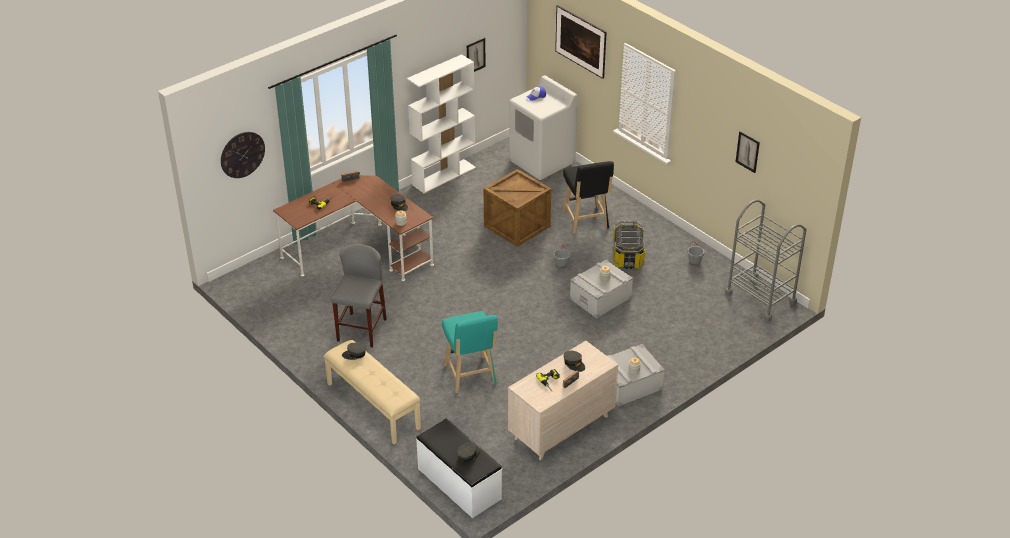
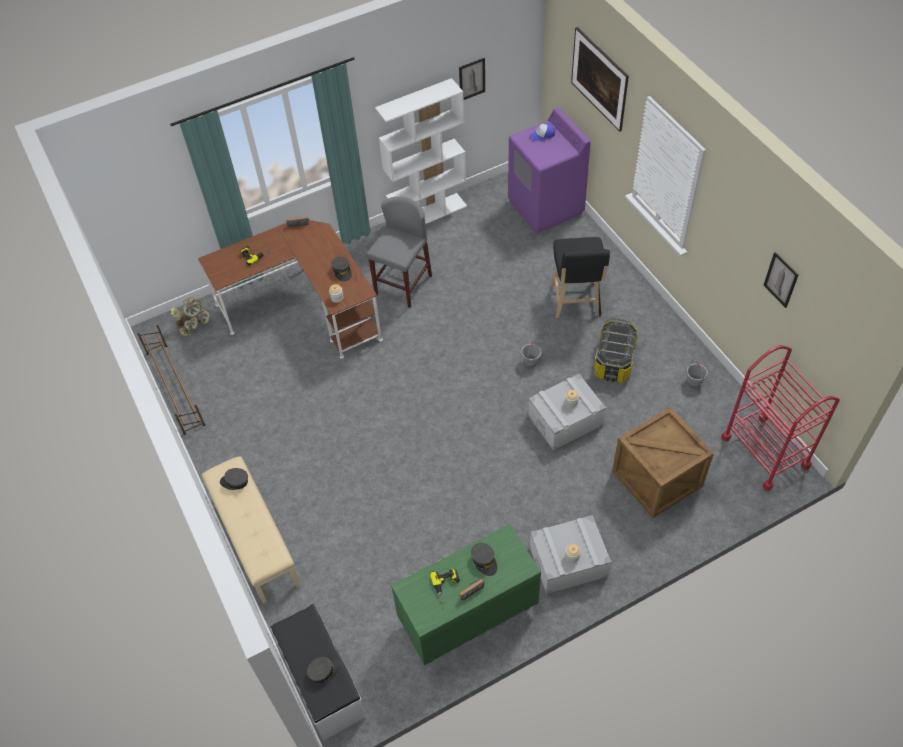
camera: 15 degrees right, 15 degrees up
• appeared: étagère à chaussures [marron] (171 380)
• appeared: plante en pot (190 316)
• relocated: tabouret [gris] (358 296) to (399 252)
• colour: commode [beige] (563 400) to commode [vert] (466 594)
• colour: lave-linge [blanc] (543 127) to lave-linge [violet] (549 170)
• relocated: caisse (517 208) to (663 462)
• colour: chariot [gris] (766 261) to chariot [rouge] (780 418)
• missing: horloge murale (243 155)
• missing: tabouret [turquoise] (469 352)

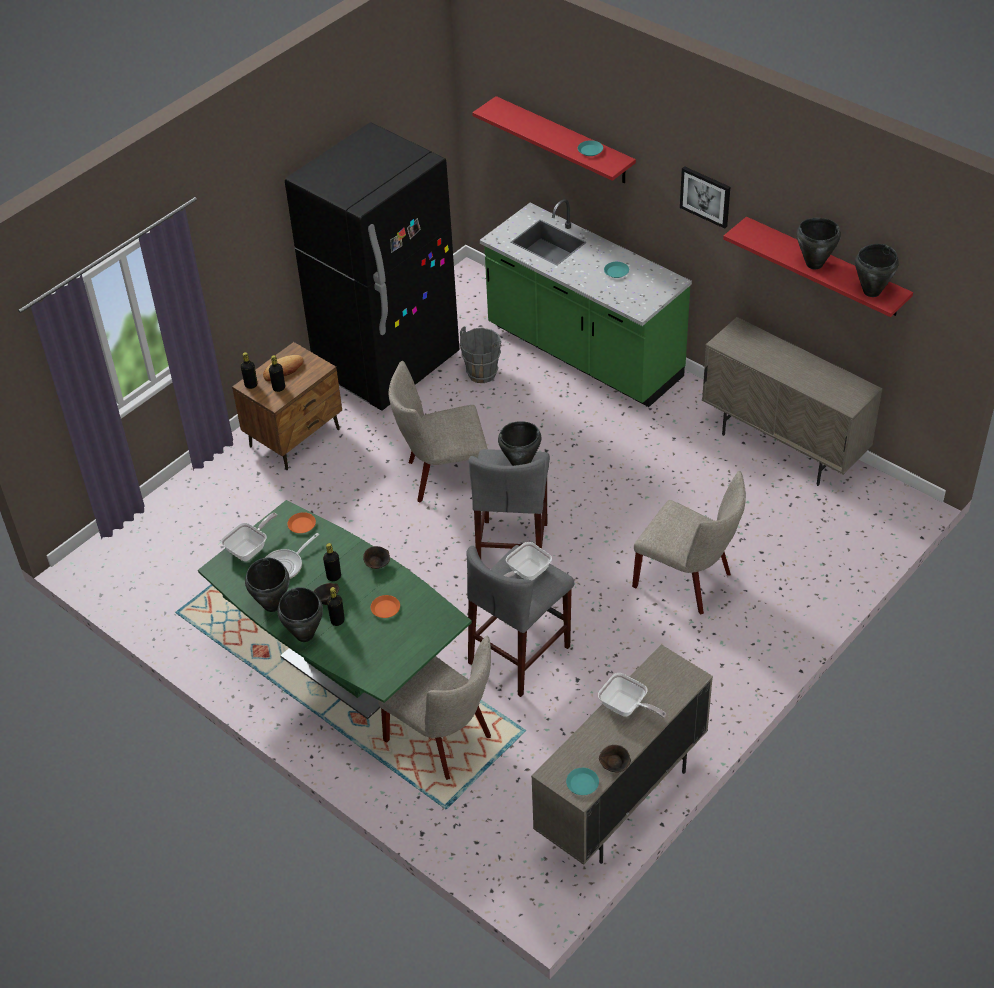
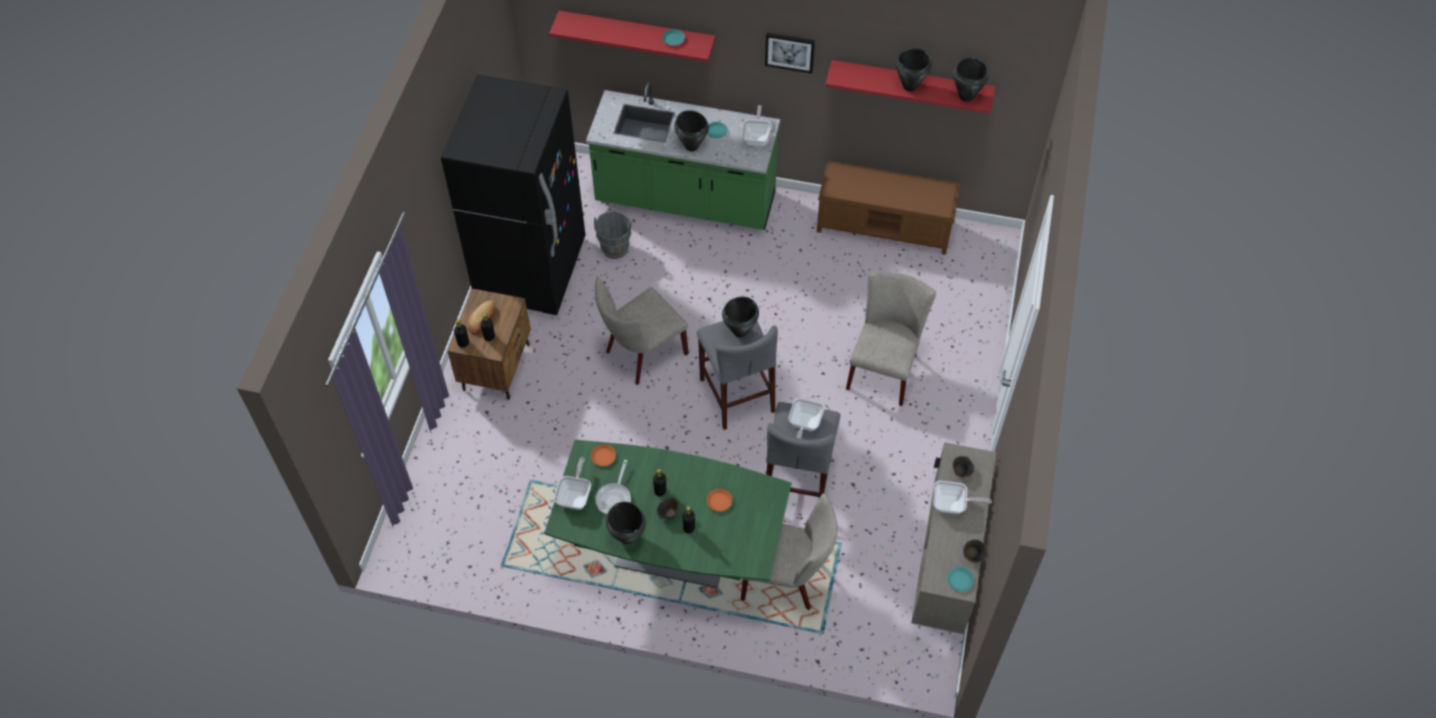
camera: 30 degrees left, 10 degrees up
• relocated: marmite [noir] (300 614) to (691 130)
• appeared: poêle (757 125)
• exchanged: meuble de rangement [beige] (792 401) to banc [marron] (888 208)
• spun: chaise [beige] (689 543) = (891 339) 75 degrees counterclockwise
• relocated: bol [marron] (376 557) to (963 467)

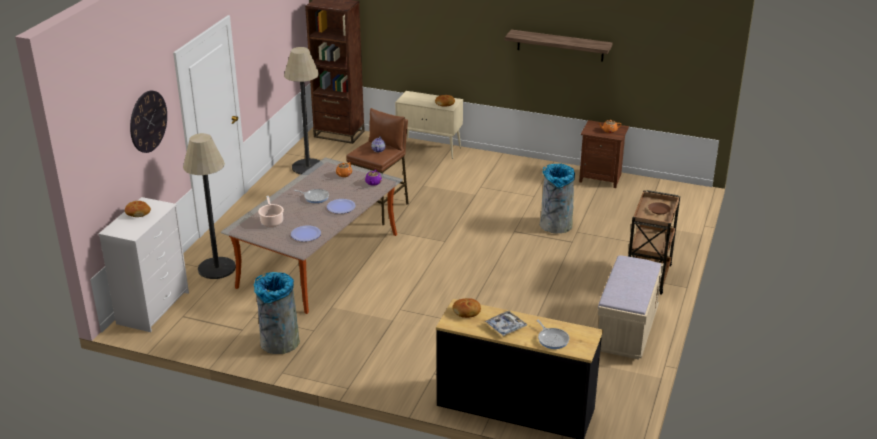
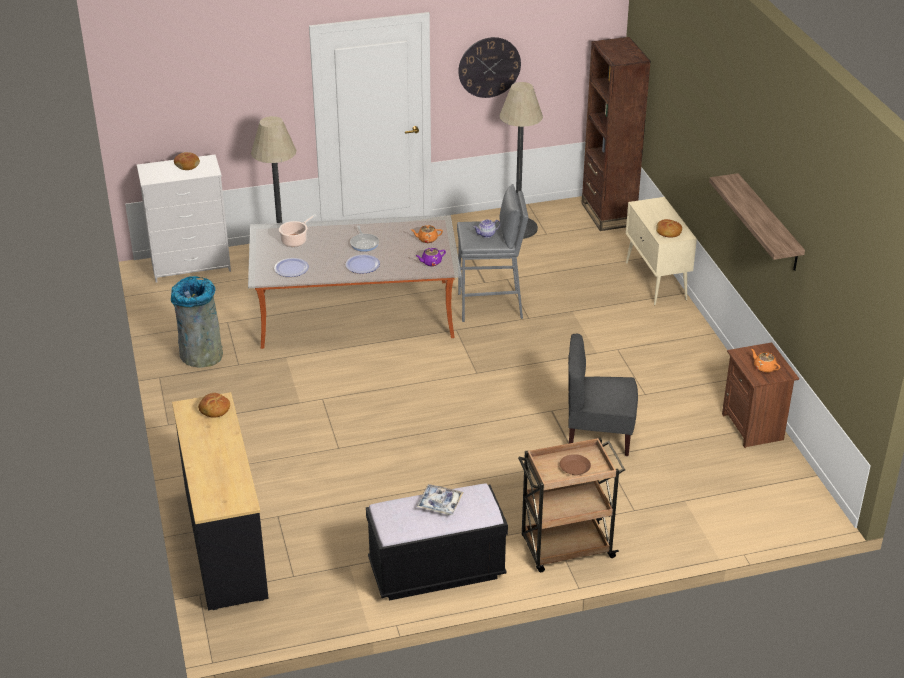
camera: 55 degrees right, 5 degrees up
• colour: banc [beige] (631 307) to banc [noir] (437 542)
• relocated: plateau (506 323) to (440 499)
• colour: tabouret [marron] (377 167) to tabouret [gris] (492 253)
• relocated: horloge murale (148 122) to (489 67)
• exchanged: poubelle [gris] (557 198) to chaise [gris] (603 395)
• missing: poêle (552 334)

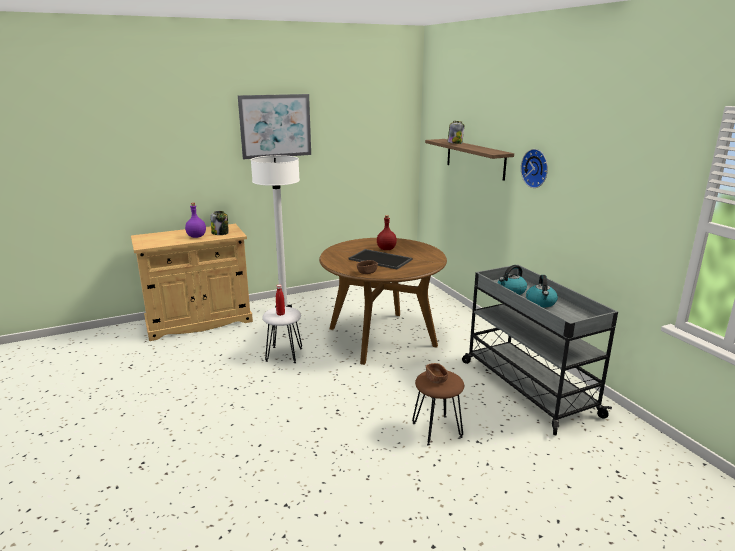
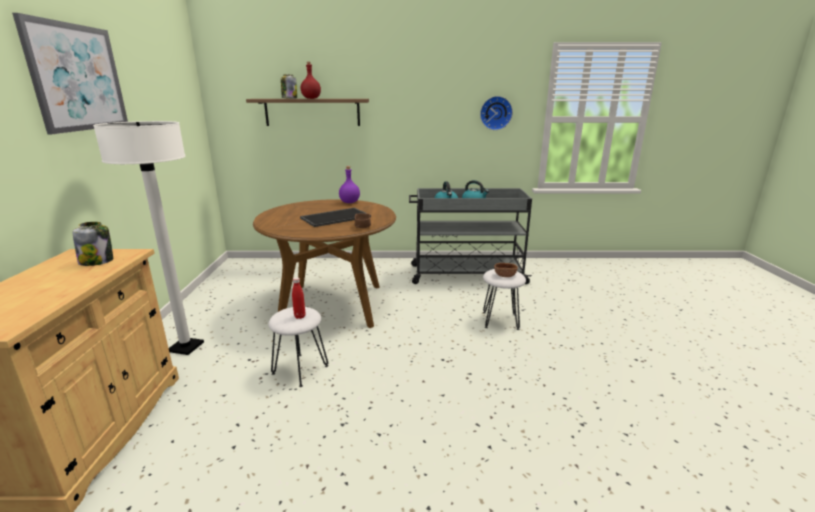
camera: 65 degrees left, 0 degrees up
• relocated: bouteille [rouge] (387 232) to (311 80)
• relocated: bouteille [violet] (195 220) to (349 184)
• relocated: horloge murale (534 168) to (496 113)
• colour: tabouret [marron] (438 408) to tabouret [blanc] (504 299)

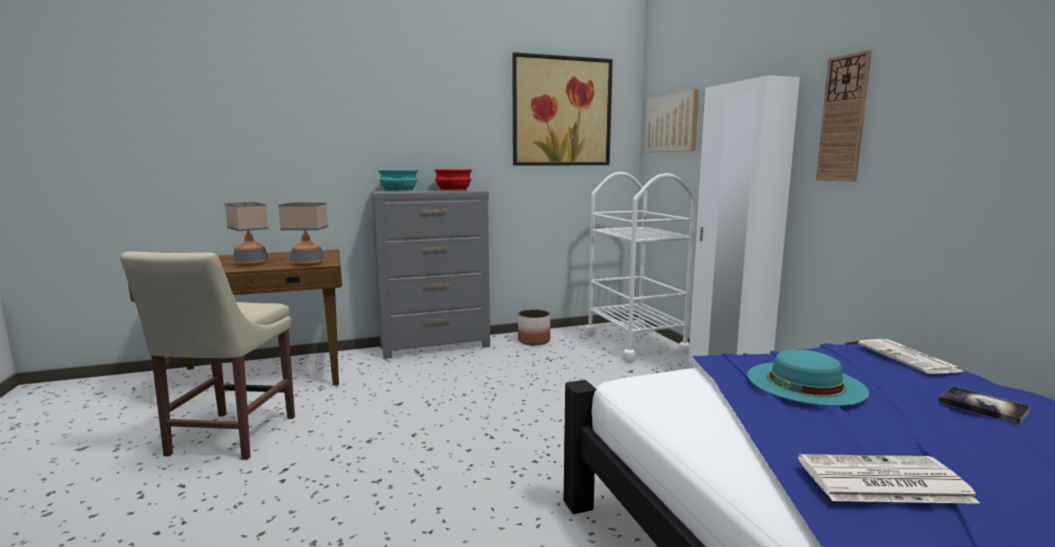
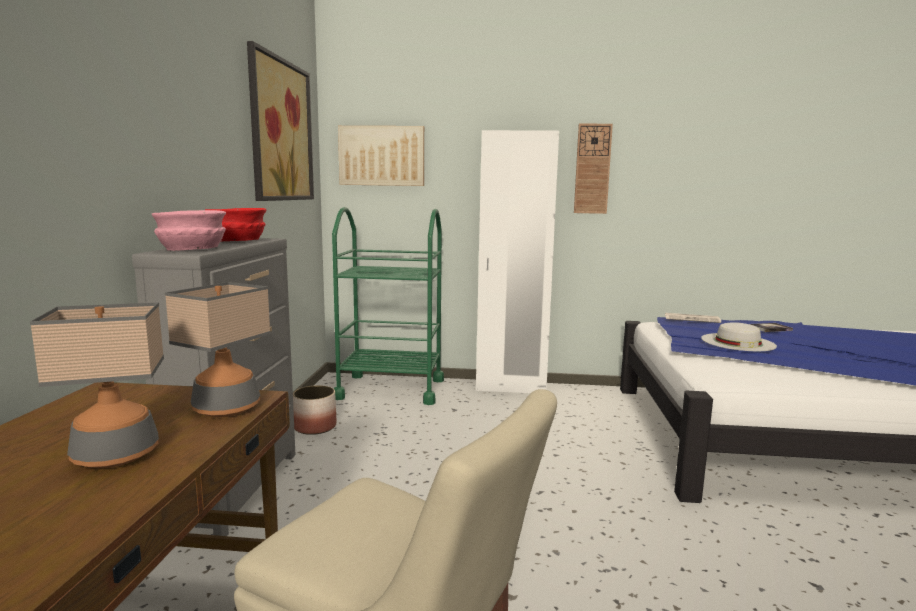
camera: 65 degrees left, 0 degrees up
• colour: bol [turquoise] (398 180) to bol [rose] (189 230)
• colour: chariot [blanc] (640 267) to chariot [vert] (388 306)
• colour: chapeau [turquoise] (808 377) to chapeau [blanc] (739 336)
• missing: journal (889 479)

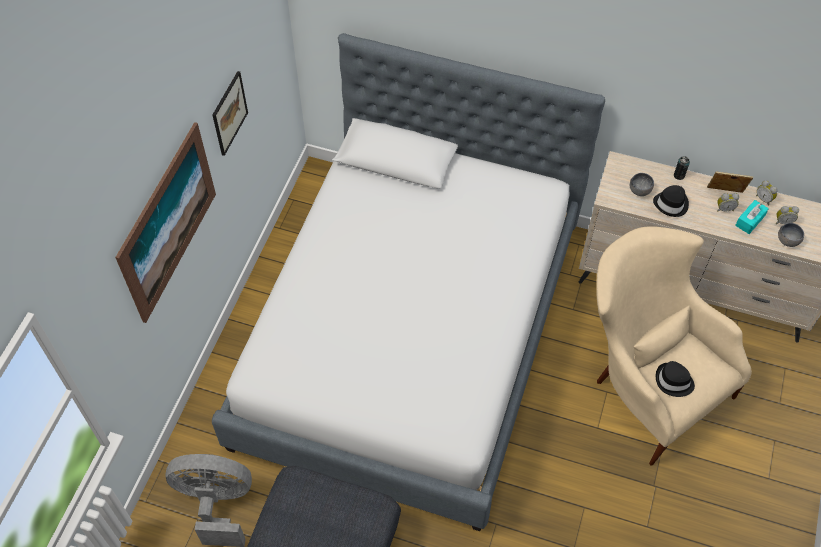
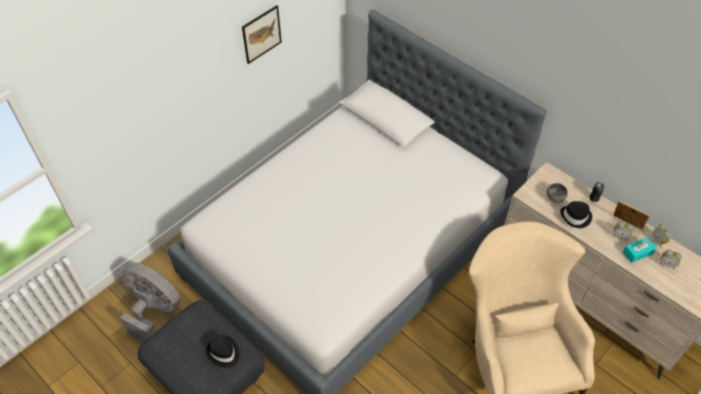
camera: 25 degrees right, 5 degrees down
• relocated: chapeau [noir] (675 379) to (223 351)
• missing: tableau (165 222)
• missing: bol [gris] (791 235)

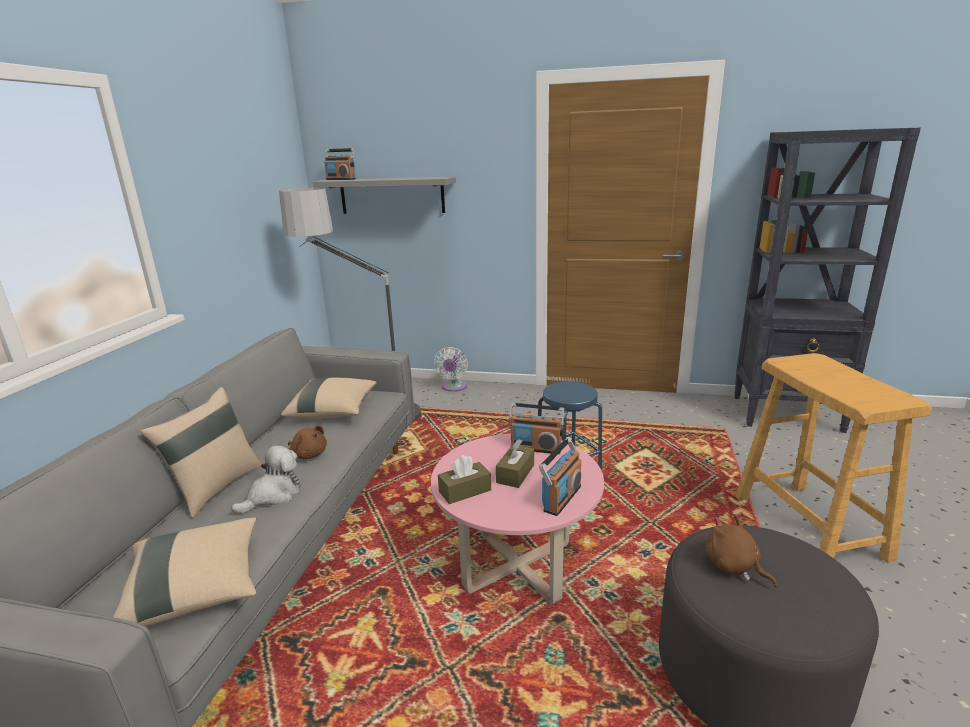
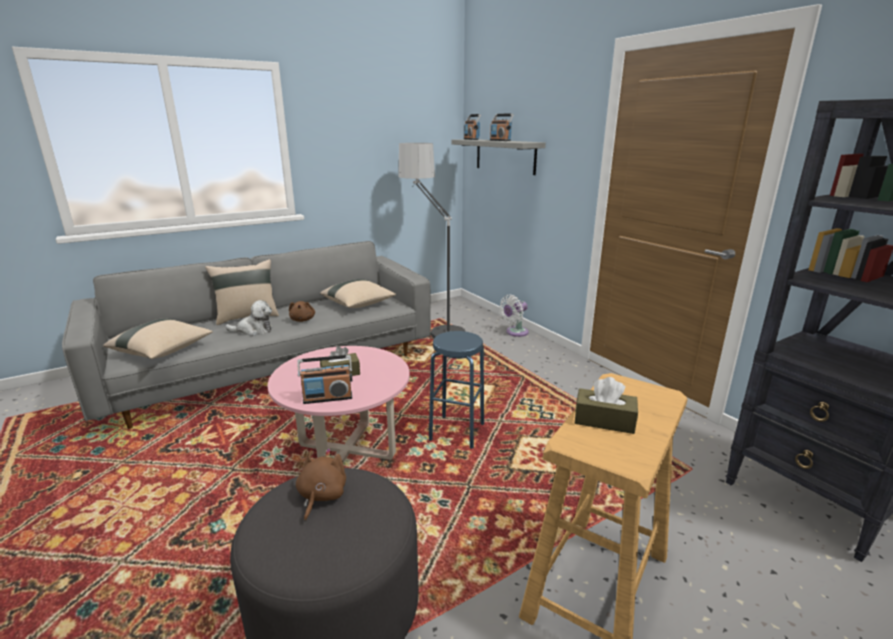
camera: 45 degrees right, 0 degrees up
• relocated: radio (537 428) to (502 127)
• relocated: boîte à mouchoirs [marron] (464 479) to (606 405)

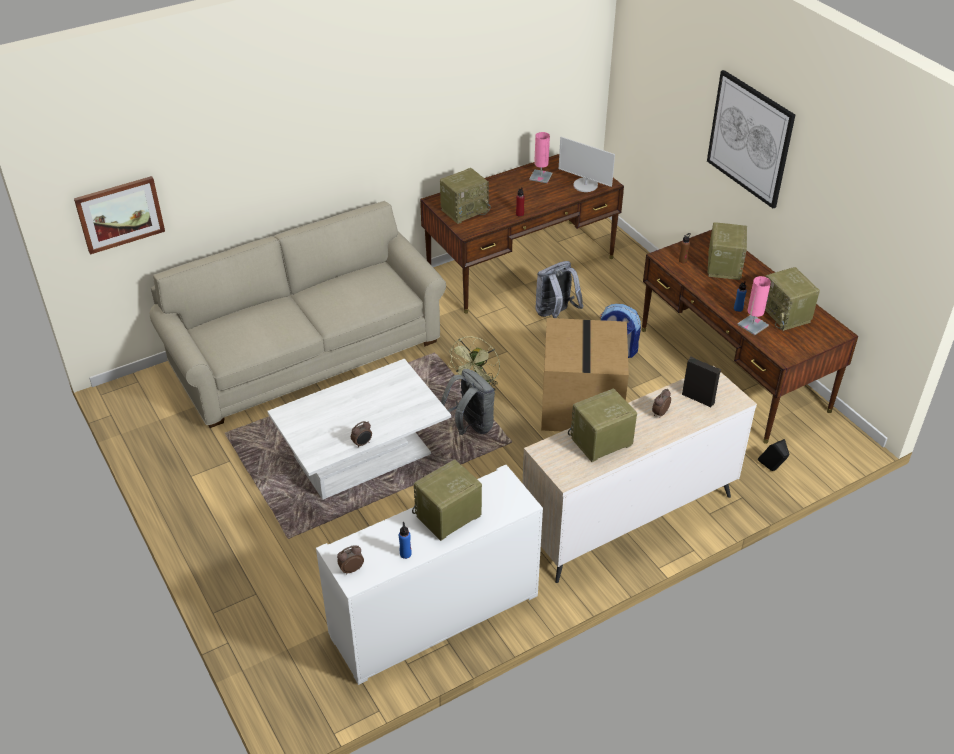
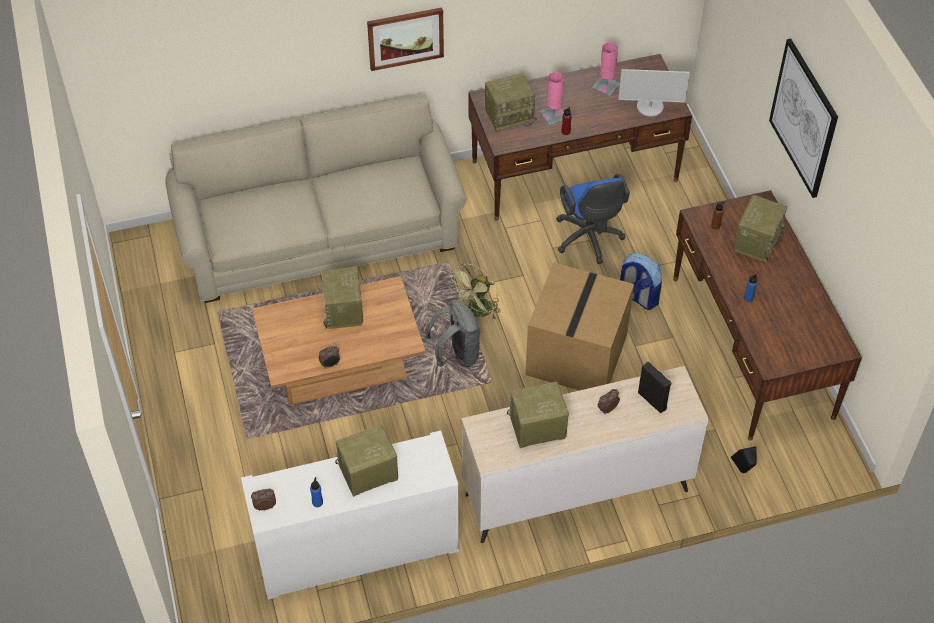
camera: 15 degrees right, 10 degrees up
• colour: table basse [blanc] (359 429) to table basse [marron] (339 340)
• relocated: radio (792 299) to (342 298)
• relocated: tableau (119 215) to (405 39)
• relocated: lampe de table [rose] (754 305) to (552 99)
• exchanged: sac à dos [gris] (559 289) to chaise de bureau [bleu] (593 219)
• spun: écran d'ordinateur (587 164) = (654 93) 45 degrees counterclockwise

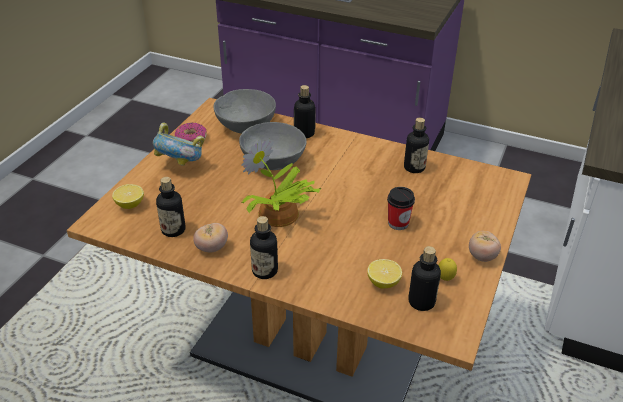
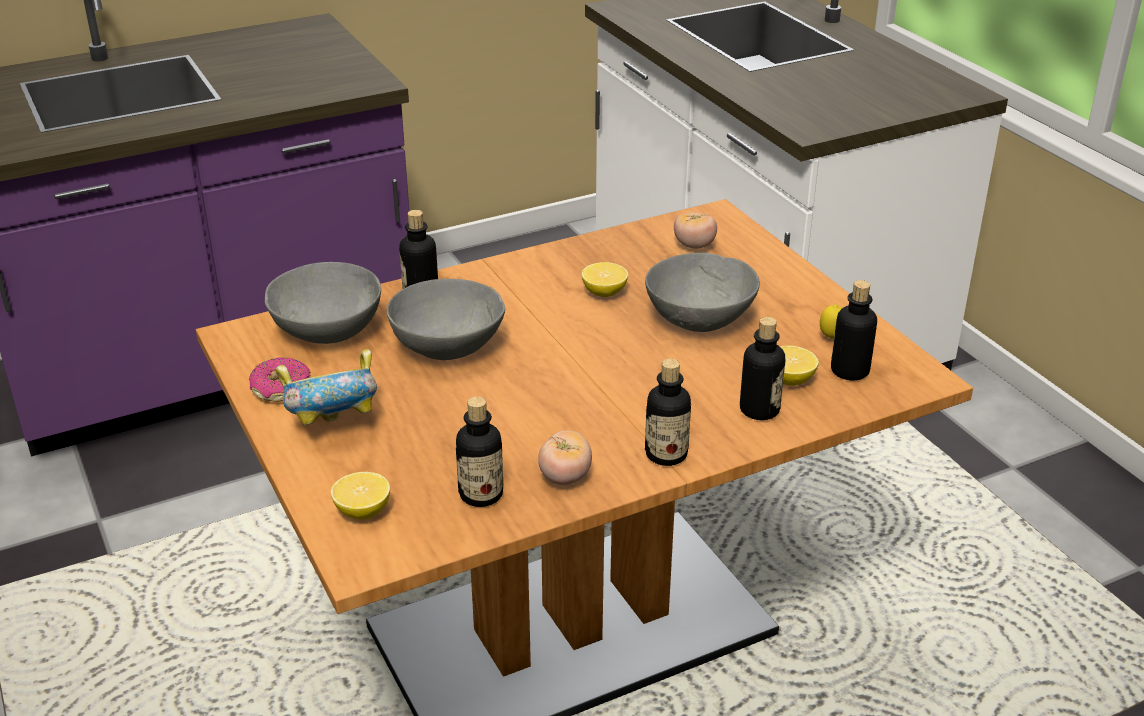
camera: 50 degrees left, 5 degrees down
• appeared: citron (605 279)
• exchanged: tasse (401 208) to bol [gris] (702 292)
• relocated: tomate (485 246) to (695 230)
• relocated: bouteille (416 145) to (762 368)
• missing: plante en pot (281 183)

